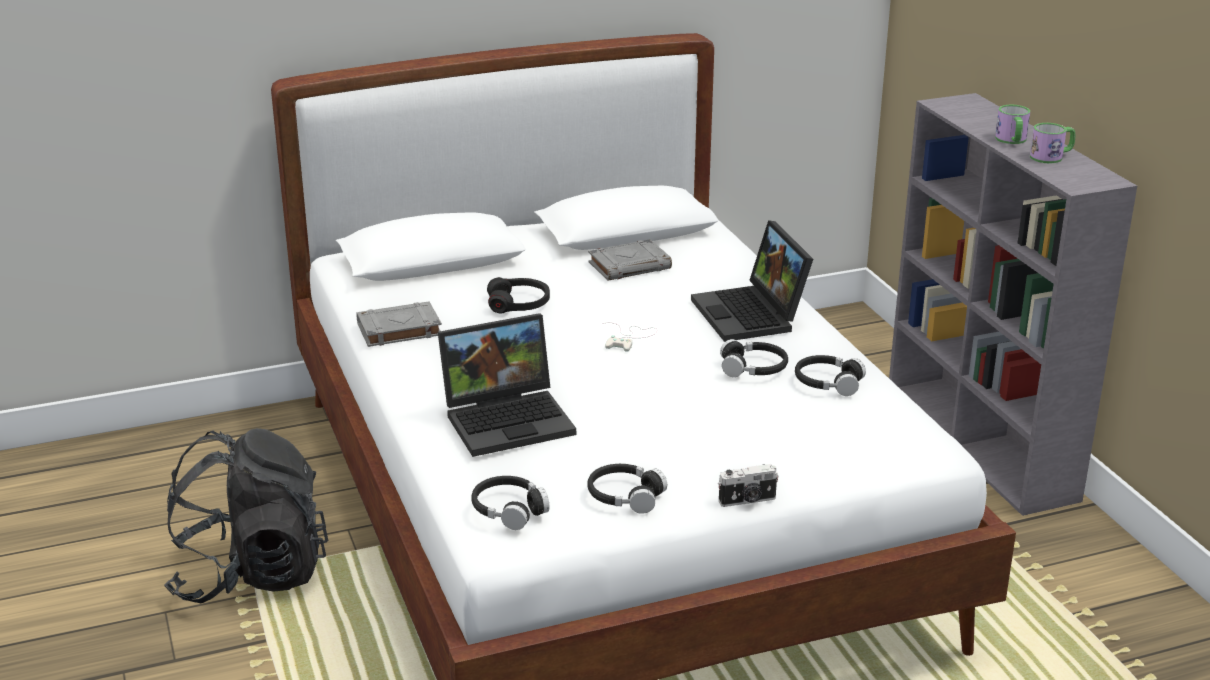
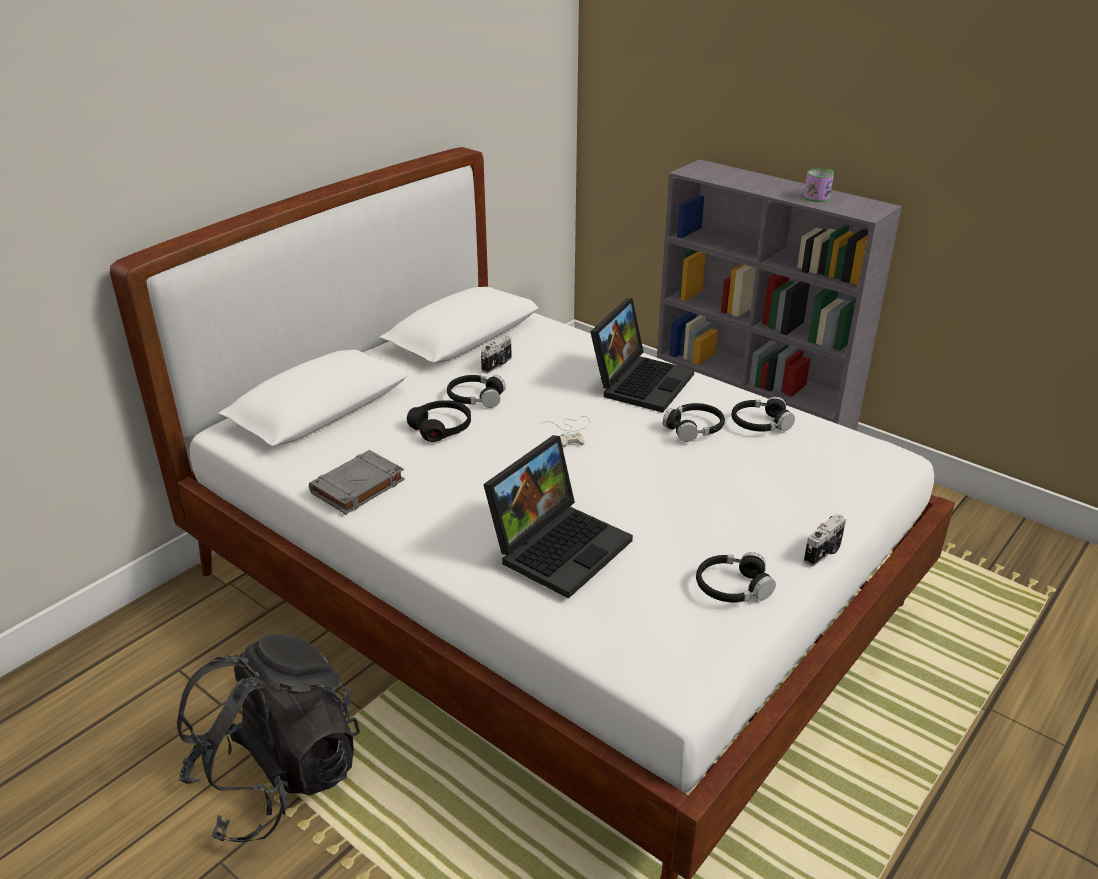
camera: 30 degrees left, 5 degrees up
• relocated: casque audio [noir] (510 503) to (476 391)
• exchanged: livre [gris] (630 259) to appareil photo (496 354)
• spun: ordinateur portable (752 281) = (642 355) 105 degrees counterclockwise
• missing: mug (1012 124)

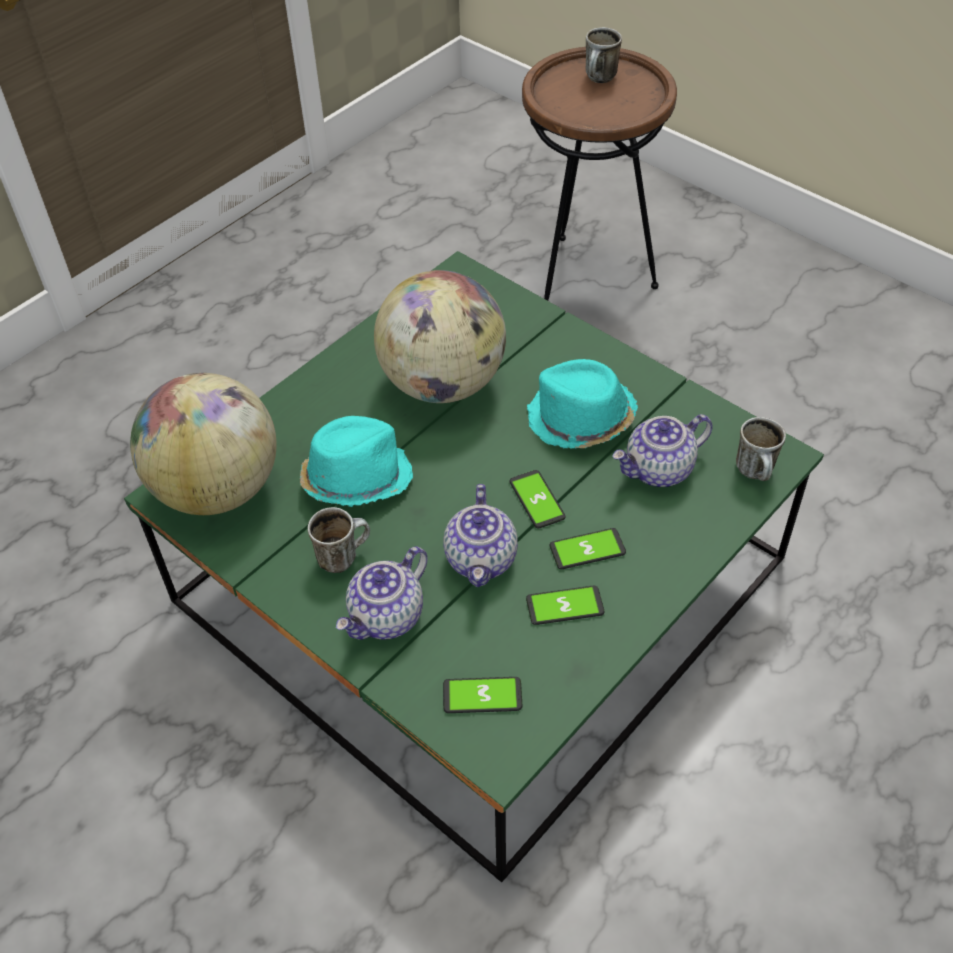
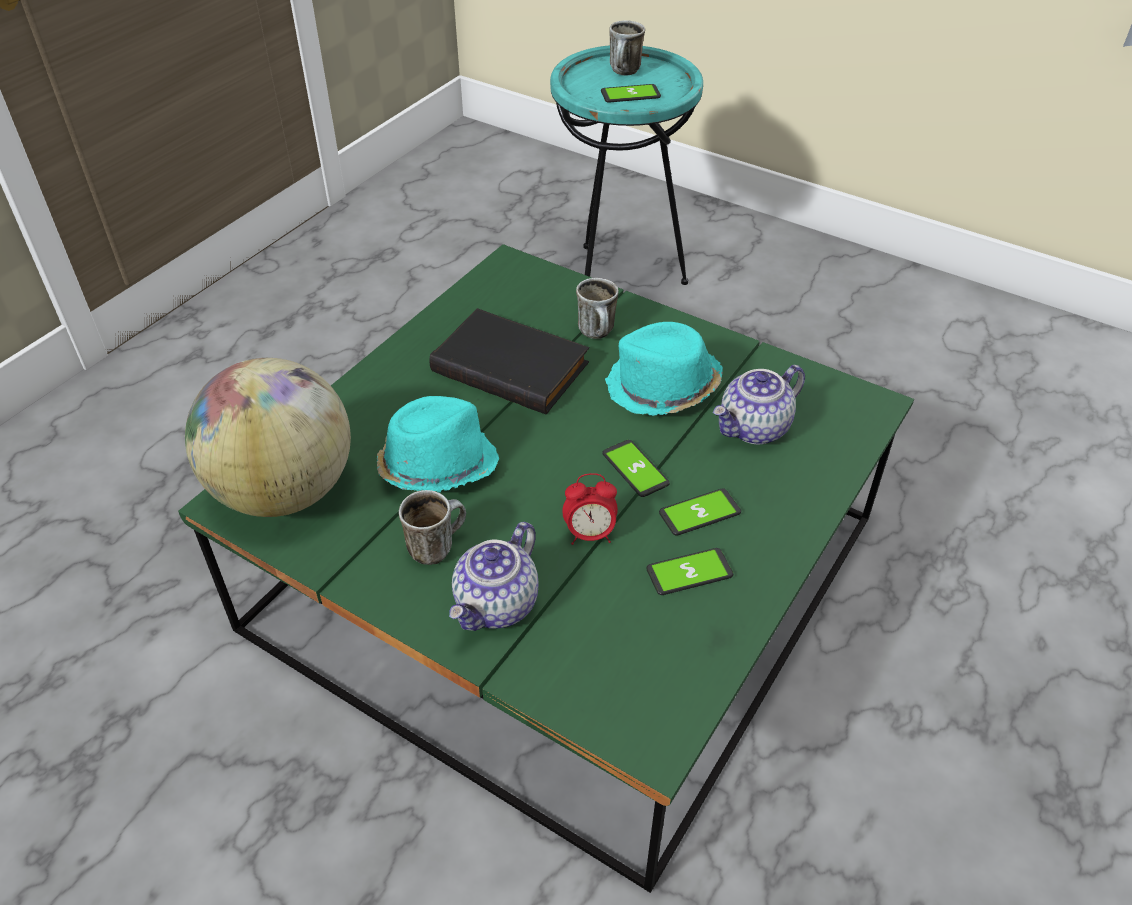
camera: 10 degrees left, 5 degrees down
• exchanged: globe (440 336) to livre [noir] (509 361)
• colour: table d'appoint [marron] (599 174) to table d'appoint [turquoise] (626 165)
• exchanged: théière (480 535) to réveil (590 509)
• relocated: mug (761 449) to (597 308)
• relocated: téléphone (482 695) to (631 93)

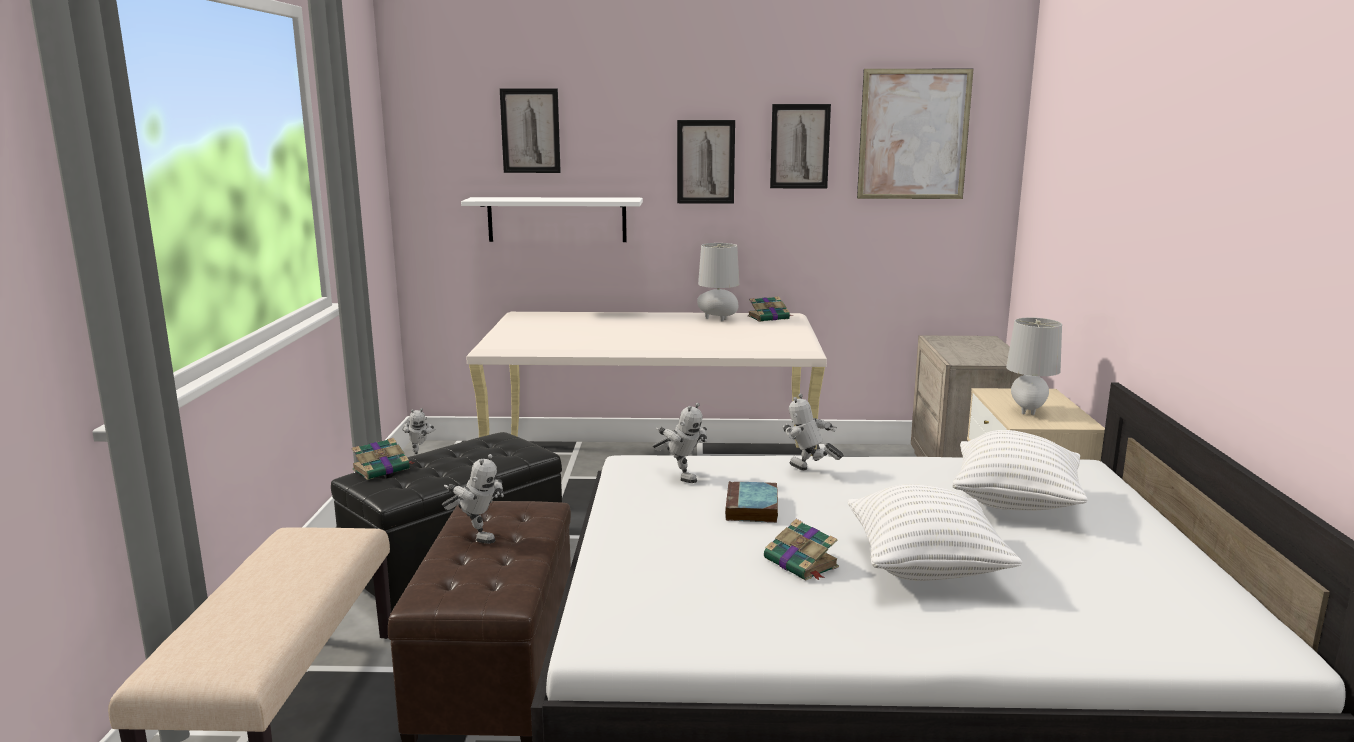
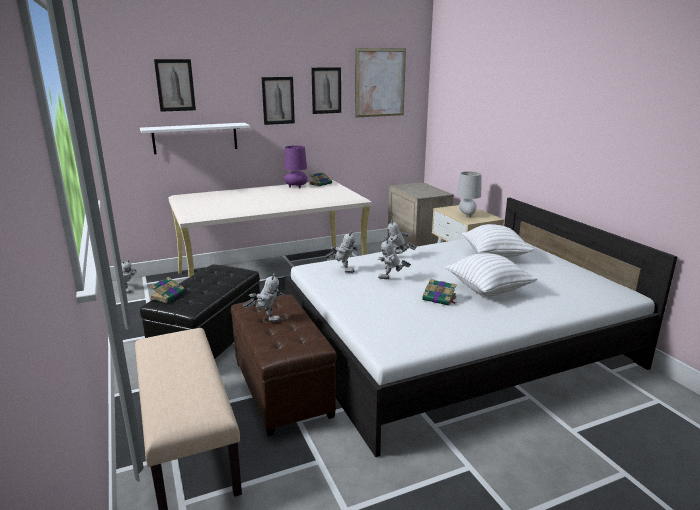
camera: 25 degrees left, 5 degrees up
• colour: lampe de table [gris] (718 282) to lampe de table [violet] (295 166)
• exchanged: livre (751 502) to robot jouet (394 258)

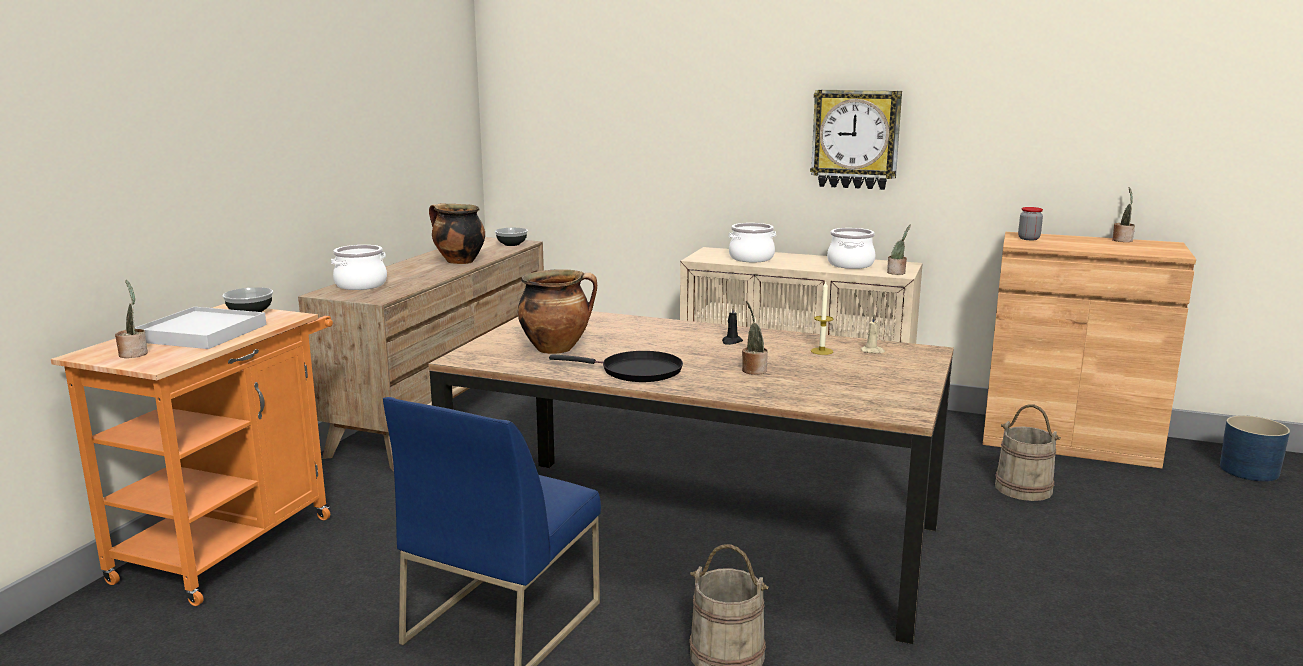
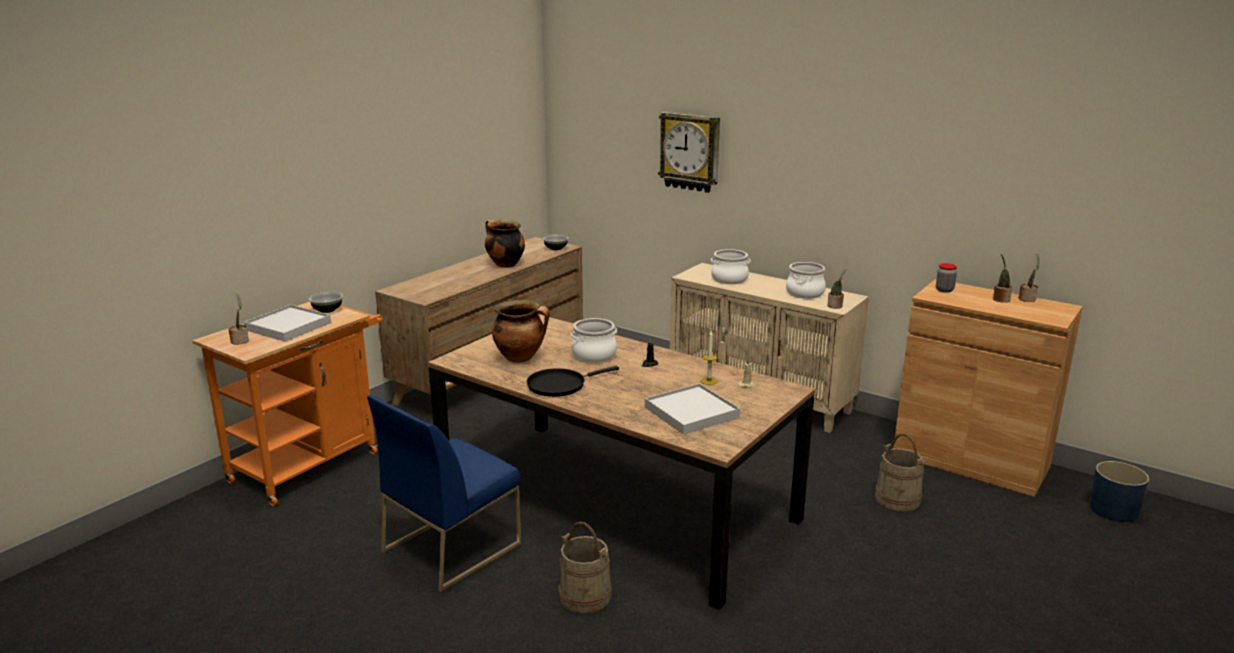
camera: 15 degrees right, 5 degrees up
• spun: poêle [noir] (616 366) = (573 381) 120 degrees clockwise
• relocated: marmite (359 267) to (594 340)
• appeared: plateau [blanc] (692 409)
• relocated: horloge murale (856 140) to (689 152)
• relocated: plante en pot (755 338) to (1002 278)

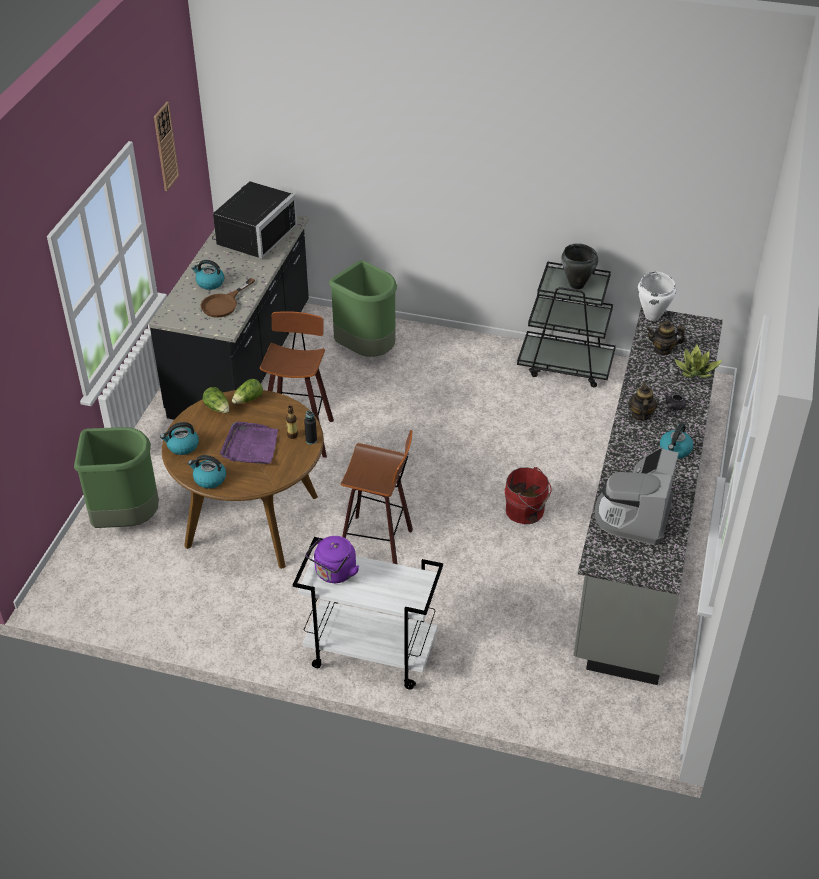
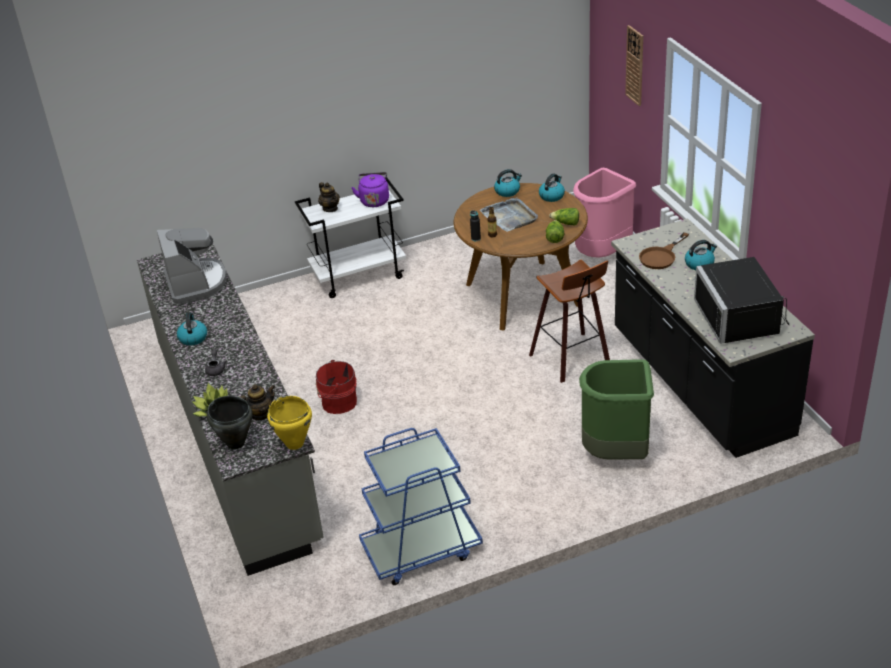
camera: 145 degrees right, 5 degrees down
• relocated: marmite [noir] (579 266) to (230 423)
• colour: marmite [blanc] (657 296) to marmite [jaune] (289 423)
• relocated: théière (643 401) to (329 197)
• colour: chariot [noir] (566 324) to chariot [bleu] (421 506)
• colour: plateau [violet] (249 443) to plateau [gris] (509 214)
• colour: poubelle [vert] (116 477) to poubelle [rose] (604 213)
• relocated: horloge murale (166 146) to (634 65)
• spun: poêle [marron] (227 298) = (664 250) 135 degrees counterclockwise
• missing: tabouret (377 497)

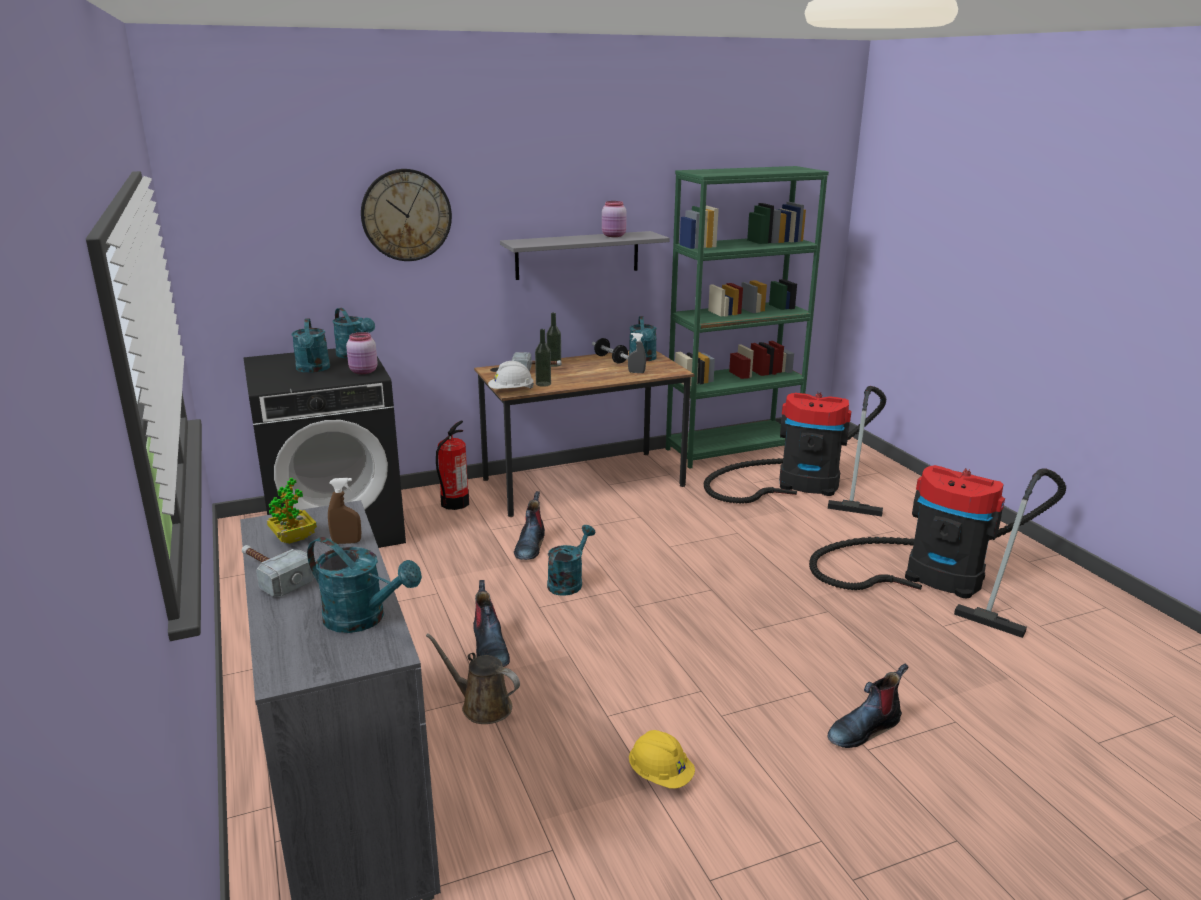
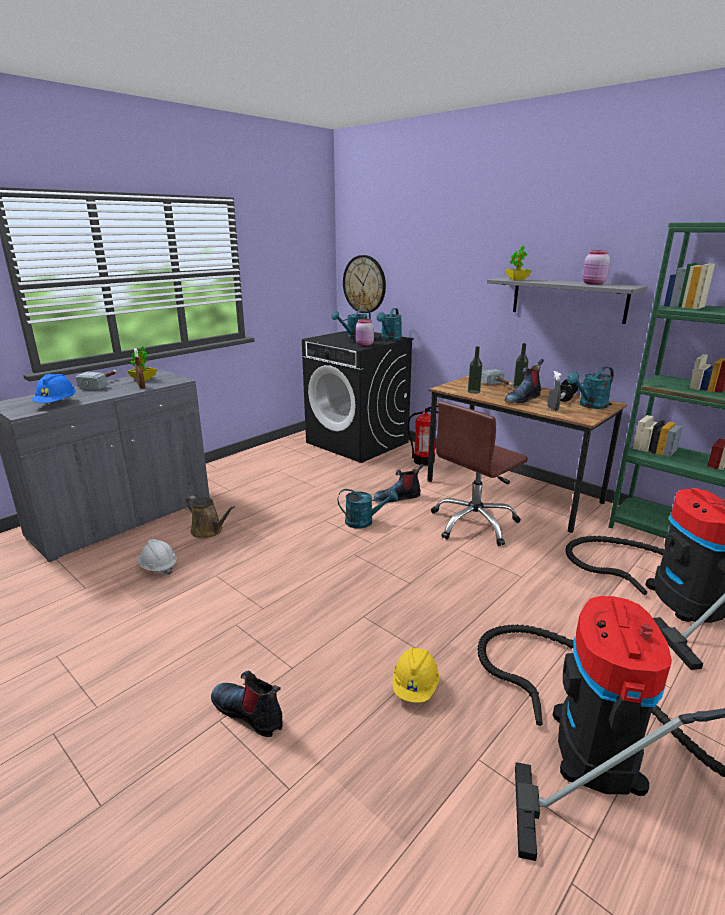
camera: 65 degrees right, 0 degrees up
• exchanged: arrosoir [turquoise] (364 585) to casque de chantier [bleu] (54 388)
• relocated: casque de chantier [blanc] (511 375) to (157 557)
• spun: arrosoir [marron] (473 678) = (210 517) 120 degrees clockwise
• relocated: horloge murale (406 215) to (364 284)
• relocated: casque de chantier [jaune] (662 759) to (415 675)
• appeared: chaise de bureau [marron] (479 473)
• appeared: plante en pot (518 263)
• relocated: botte (491 623) to (524 381)

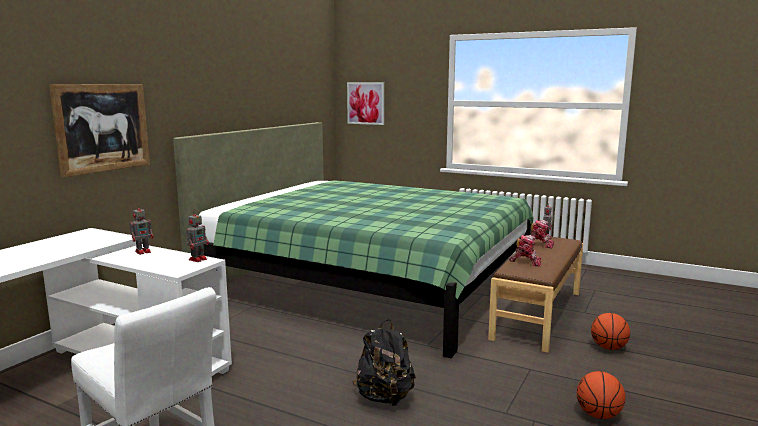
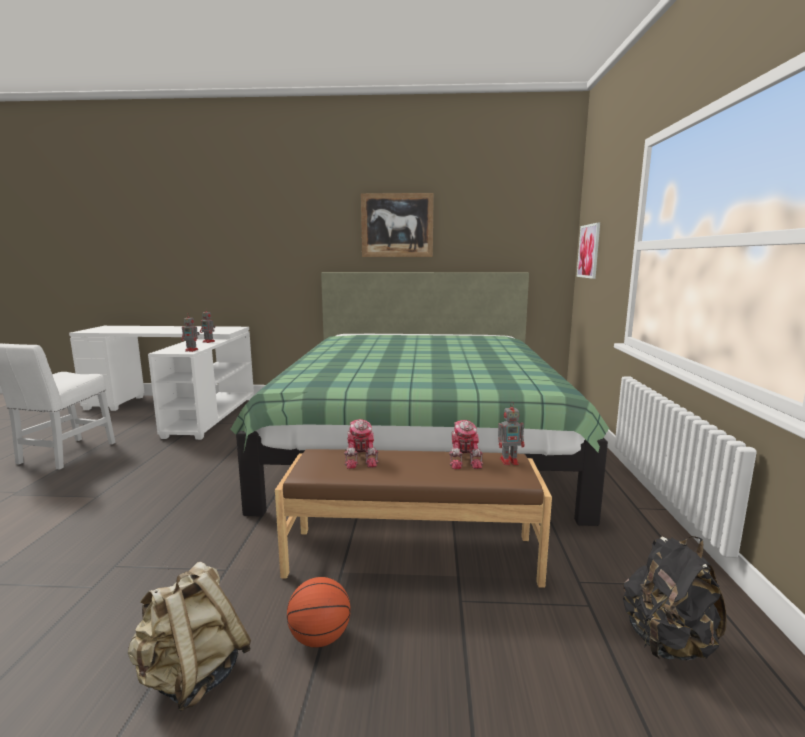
camera: 65 degrees right, 0 degrees up
• appeared: sac à dos [beige] (189 636)
• relocated: tableau (99 131) to (397 225)
• relocated: sac à dos [noir] (384 362) to (674 598)
• missing: ballon de basket (601 395)

